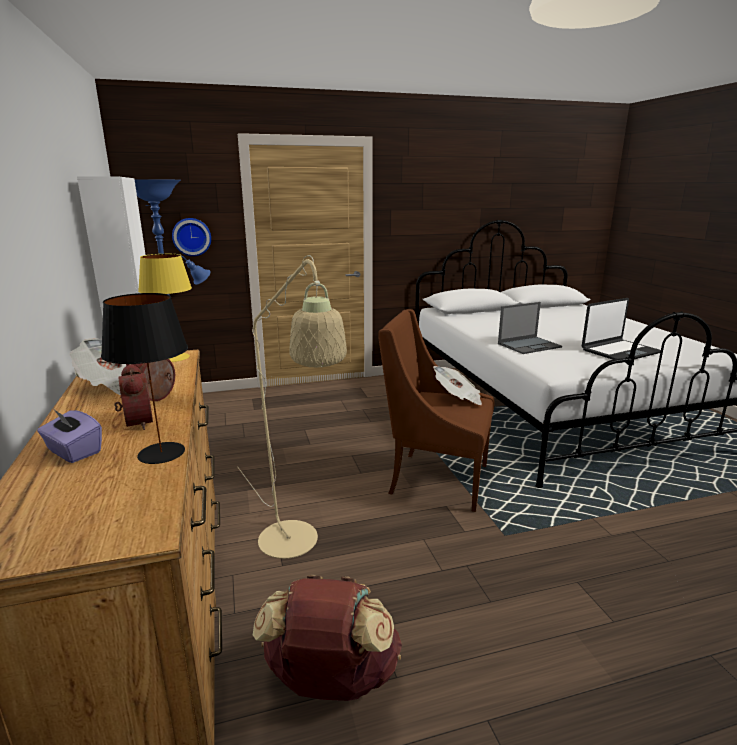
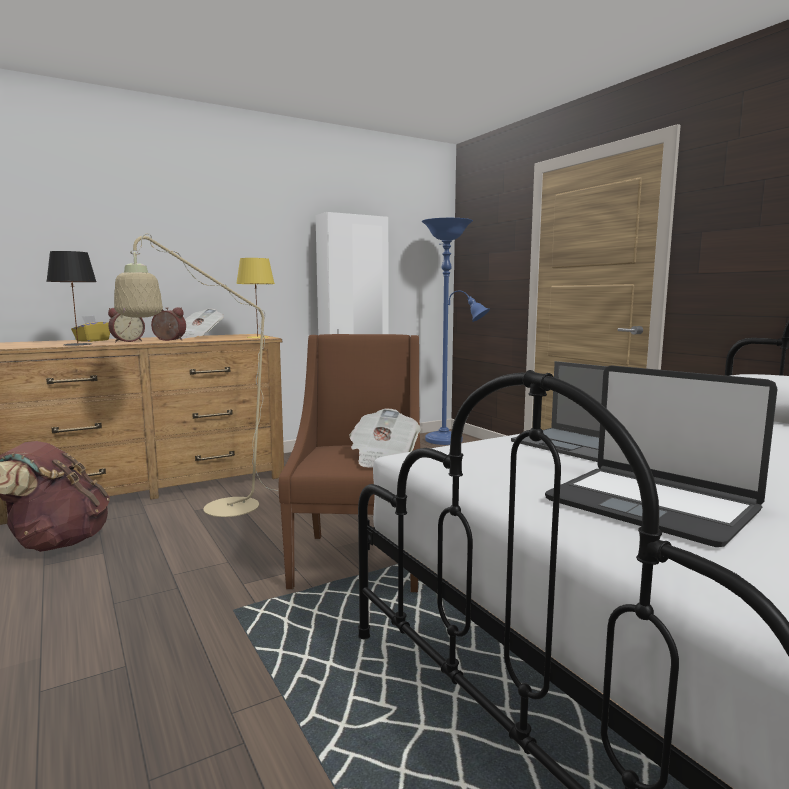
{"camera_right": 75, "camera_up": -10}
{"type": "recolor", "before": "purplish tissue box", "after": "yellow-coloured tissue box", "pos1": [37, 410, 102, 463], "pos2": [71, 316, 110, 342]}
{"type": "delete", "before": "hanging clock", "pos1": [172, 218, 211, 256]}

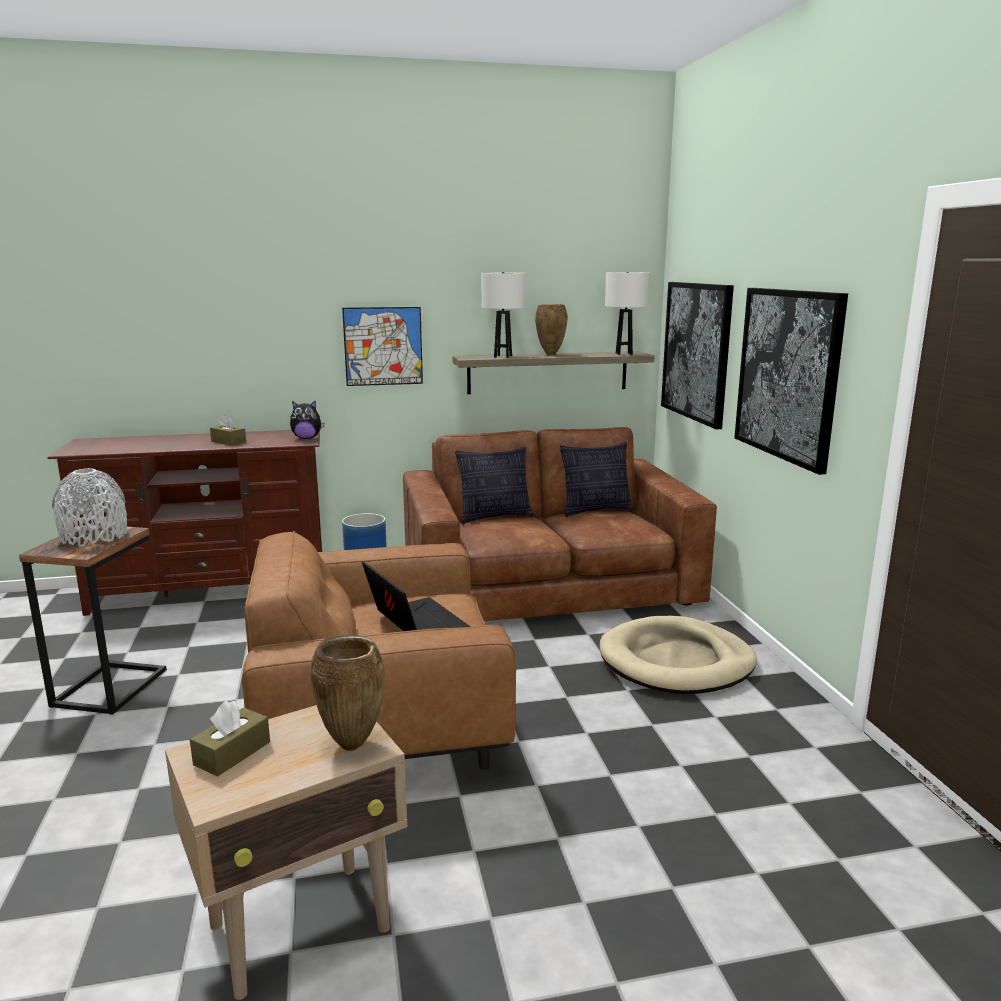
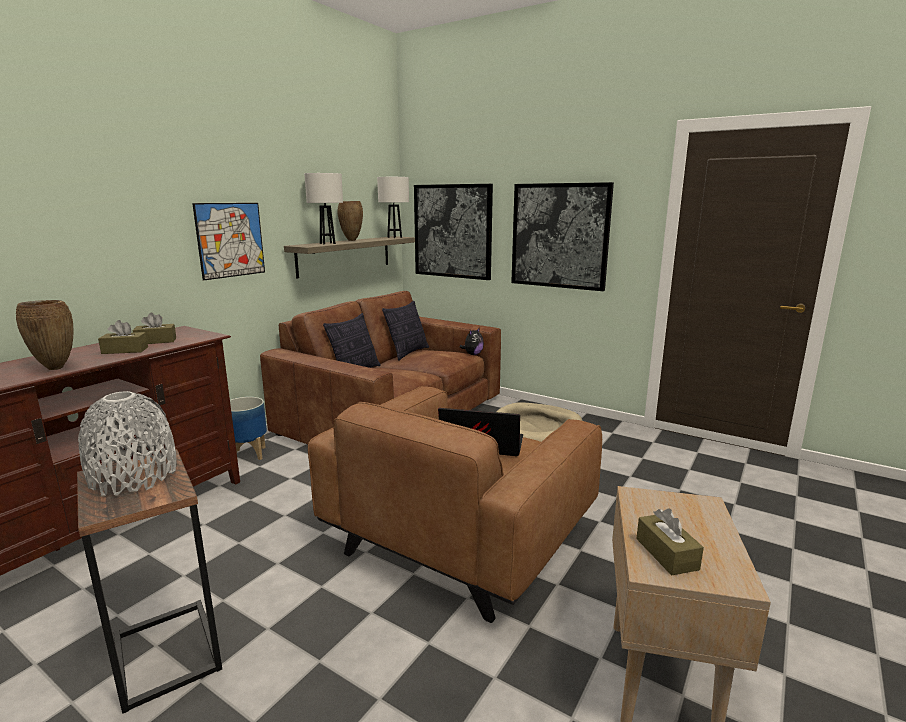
{"camera_right": -45, "camera_up": 0}
{"type": "move", "before": "plush toy", "pos1": [290, 400, 325, 439], "pos2": [460, 327, 484, 355]}
{"type": "move", "before": "brownish vase", "pos1": [311, 635, 385, 751], "pos2": [16, 300, 73, 370]}
{"type": "insert", "after": "brownish tissue box", "pos2": [132, 313, 176, 344]}

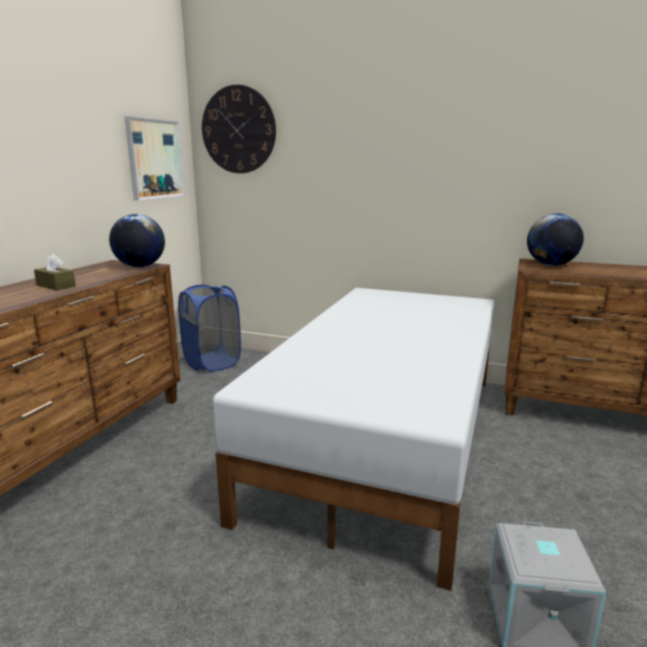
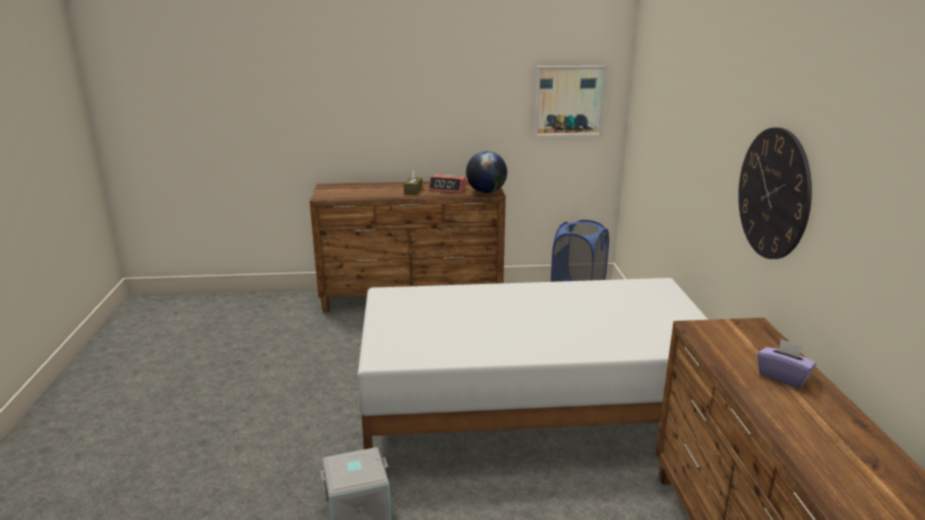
{"camera_right": 65, "camera_up": 5}
{"type": "move", "before": "hanging clock", "pos1": [202, 85, 276, 173], "pos2": [738, 127, 812, 259]}
{"type": "delete", "before": "world globe", "pos1": [527, 213, 584, 266]}
{"type": "insert", "after": "bedside clock", "pos2": [429, 174, 466, 193]}
{"type": "insert", "after": "purplish tissue box", "pos2": [757, 339, 816, 388]}

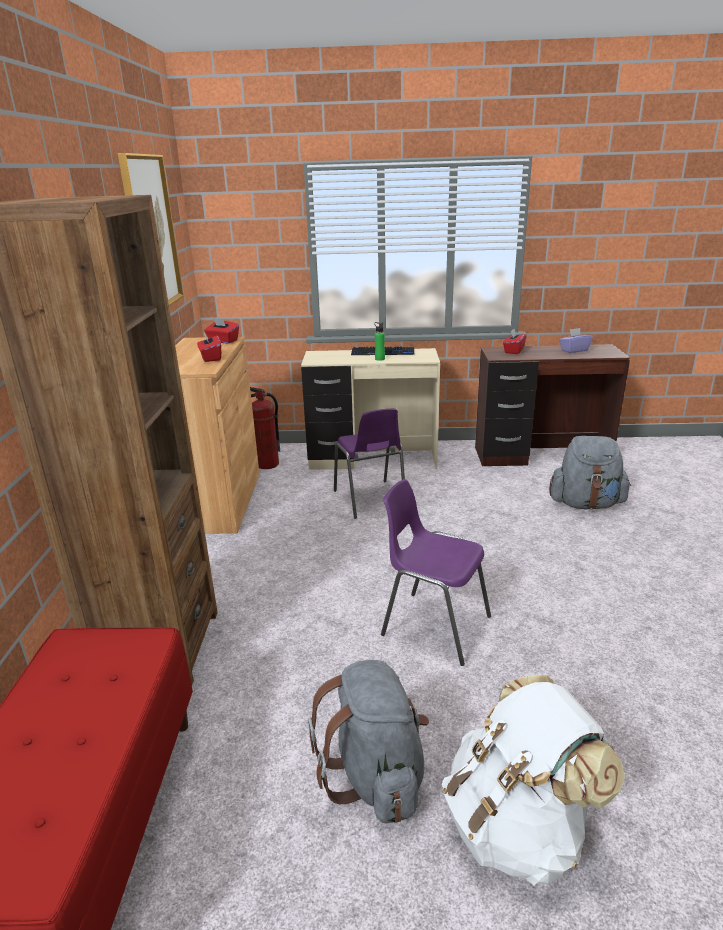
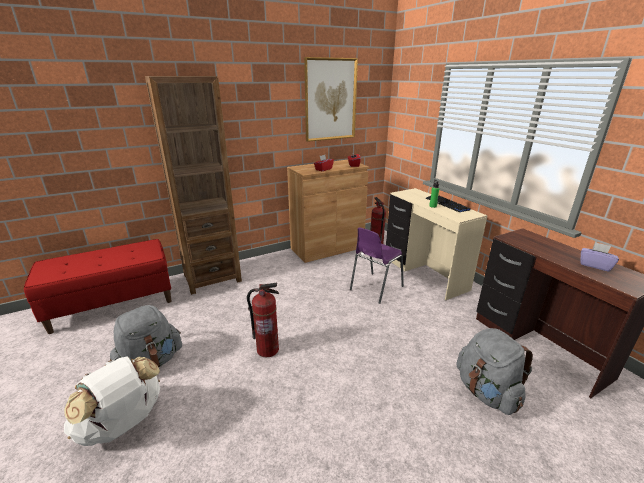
{"camera_right": 60, "camera_up": 0}
{"type": "replace", "before": "purplish plain chair", "after": "fire-fighting cylinder", "pos1": [381, 479, 491, 666], "pos2": [247, 283, 279, 357]}
{"type": "delete", "before": "red-coloured tissue box", "pos1": [503, 328, 526, 354]}

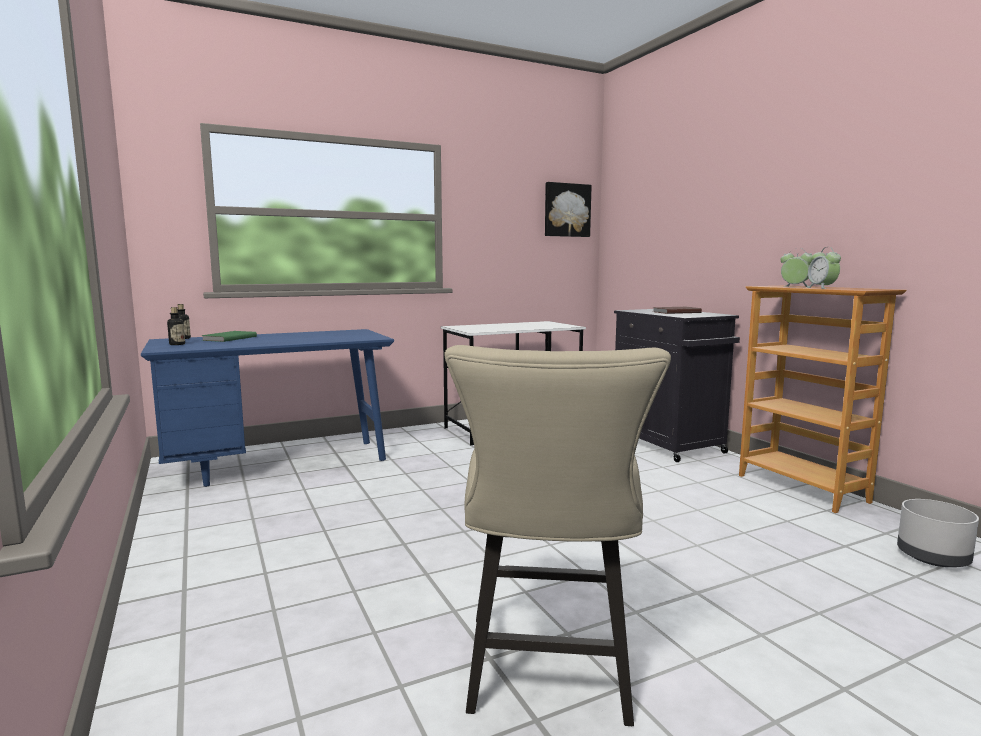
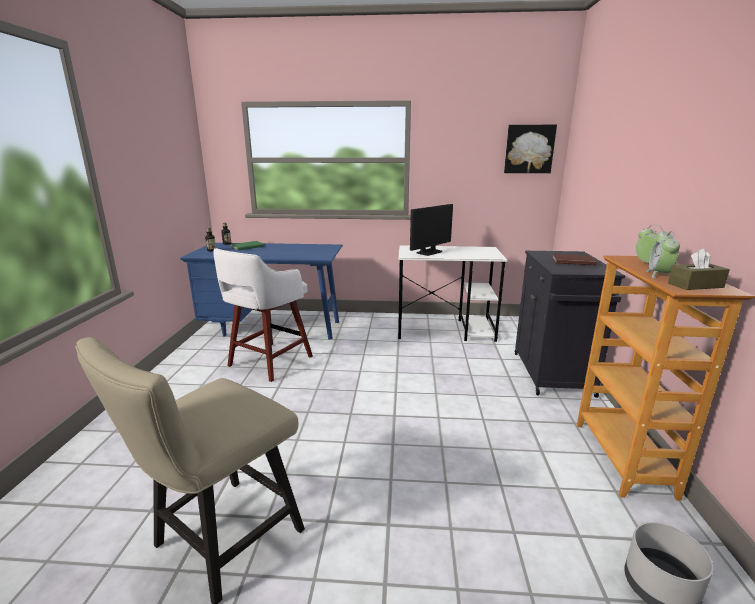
{"camera_right": 30, "camera_up": 10}
{"type": "insert", "after": "whitish stool", "pos2": [213, 248, 313, 382]}
{"type": "insert", "after": "computer screen", "pos2": [410, 204, 453, 256]}
{"type": "insert", "after": "brownish tissue box", "pos2": [668, 248, 730, 290]}

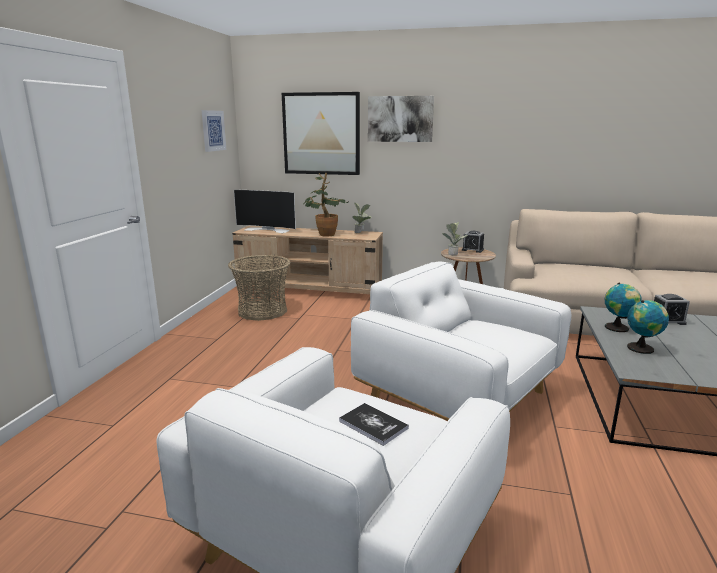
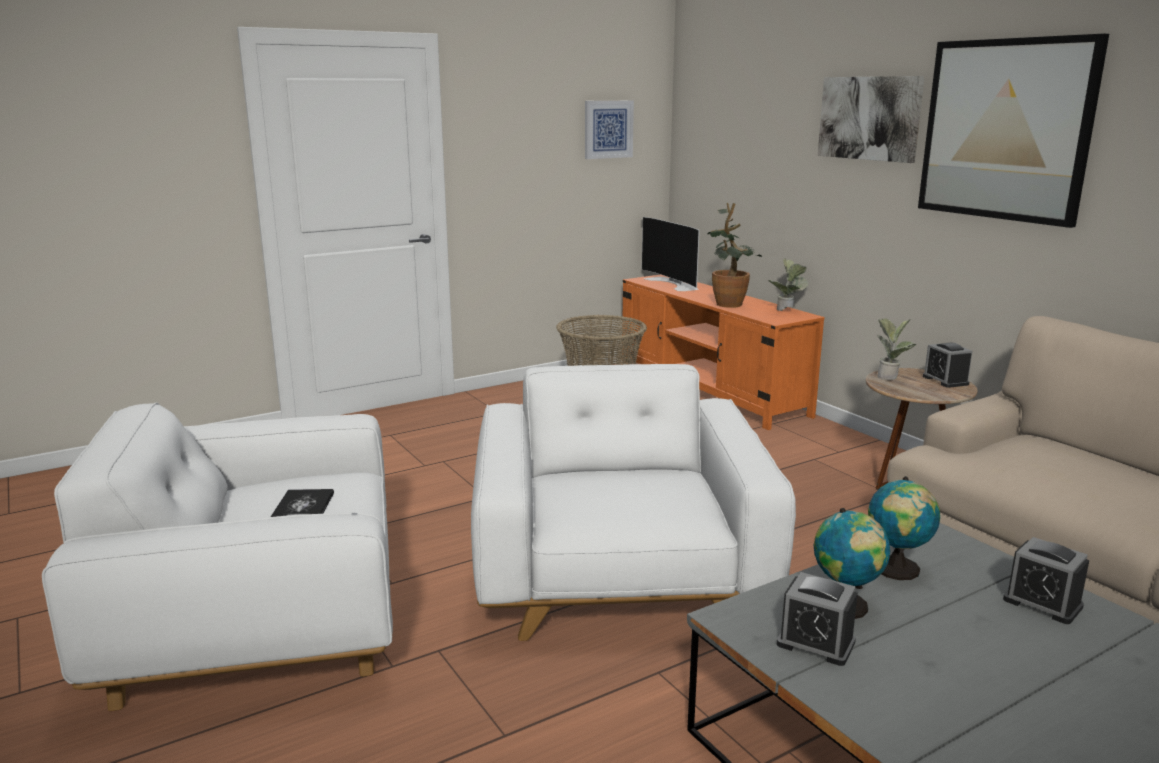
{"camera_right": 45, "camera_up": 0}
{"type": "recolor", "before": "sand-coloured tv unit", "after": "orangey tv unit", "pos1": [232, 226, 383, 294], "pos2": [622, 275, 824, 430]}
{"type": "move", "before": "picture", "pos1": [282, 92, 360, 175], "pos2": [918, 34, 1109, 228]}
{"type": "insert", "after": "bedside clock", "pos2": [777, 572, 858, 666]}

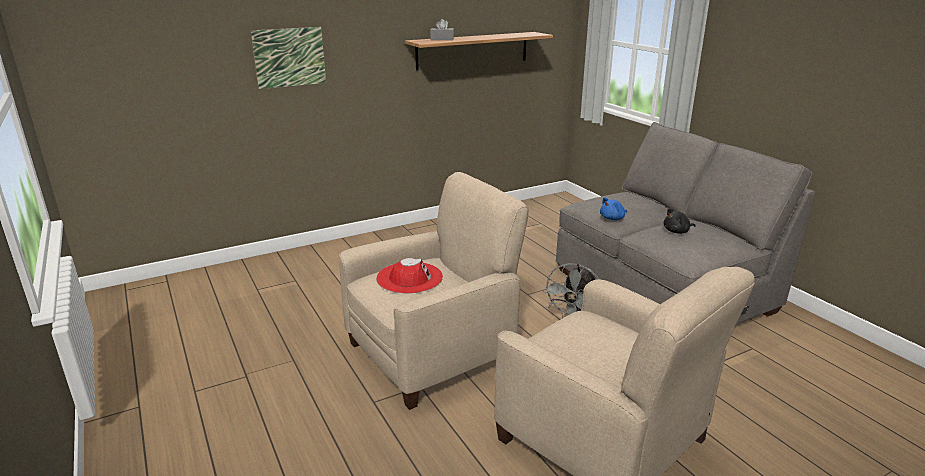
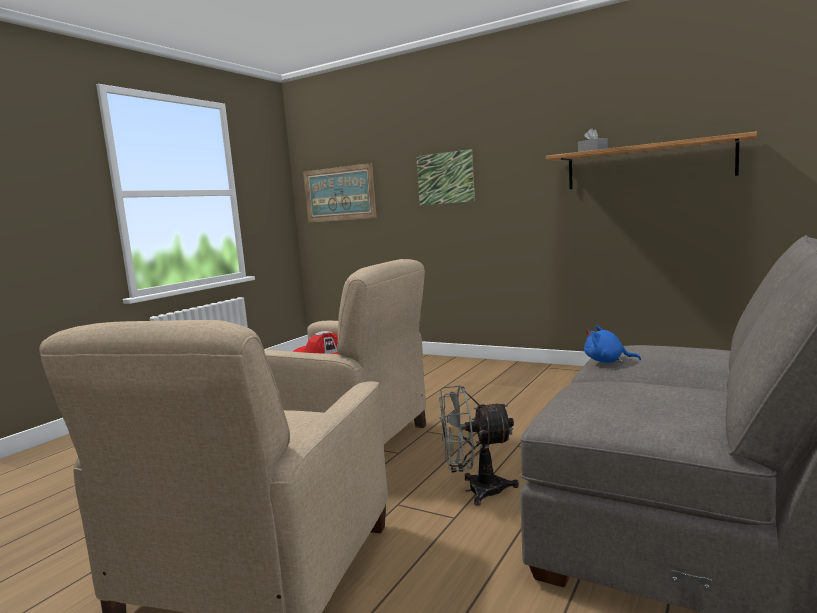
{"camera_right": 60, "camera_up": -15}
{"type": "delete", "before": "blackish plush toy", "pos1": [663, 208, 696, 234]}
{"type": "insert", "after": "picture", "pos2": [303, 163, 377, 223]}

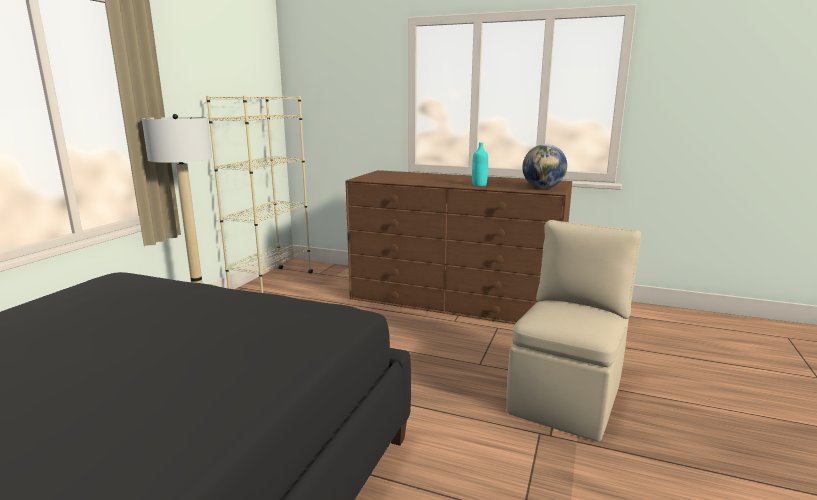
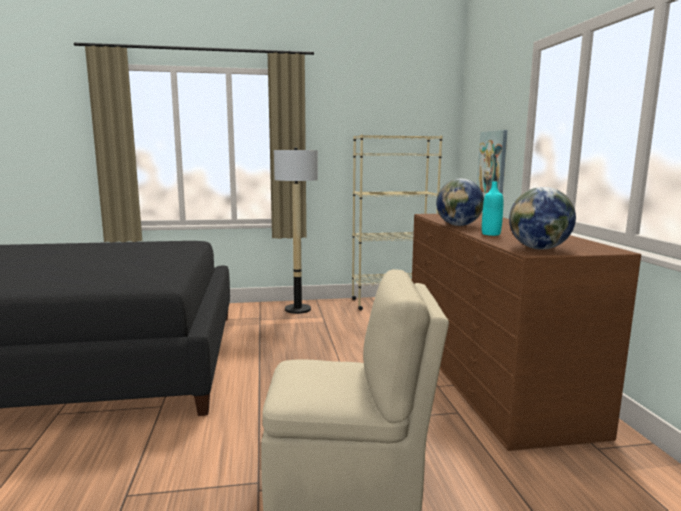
{"camera_right": 60, "camera_up": -5}
{"type": "insert", "after": "world globe", "pos2": [436, 179, 484, 226]}
{"type": "insert", "after": "picture", "pos2": [477, 130, 507, 195]}

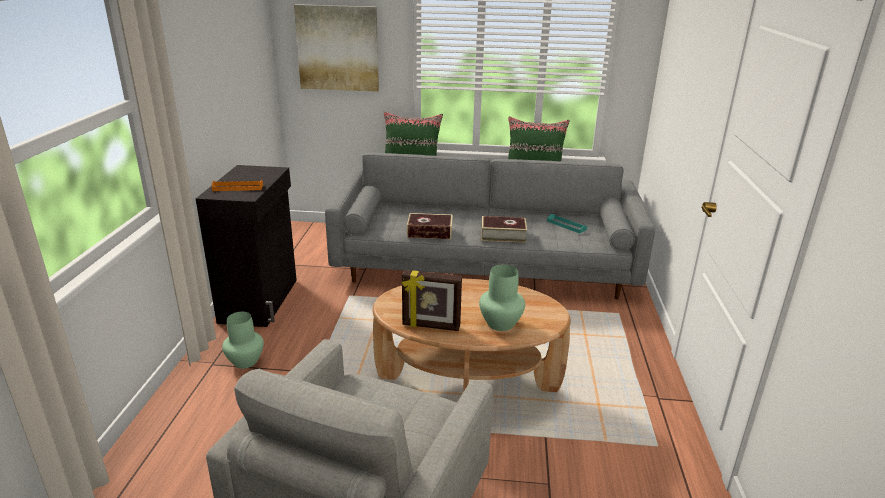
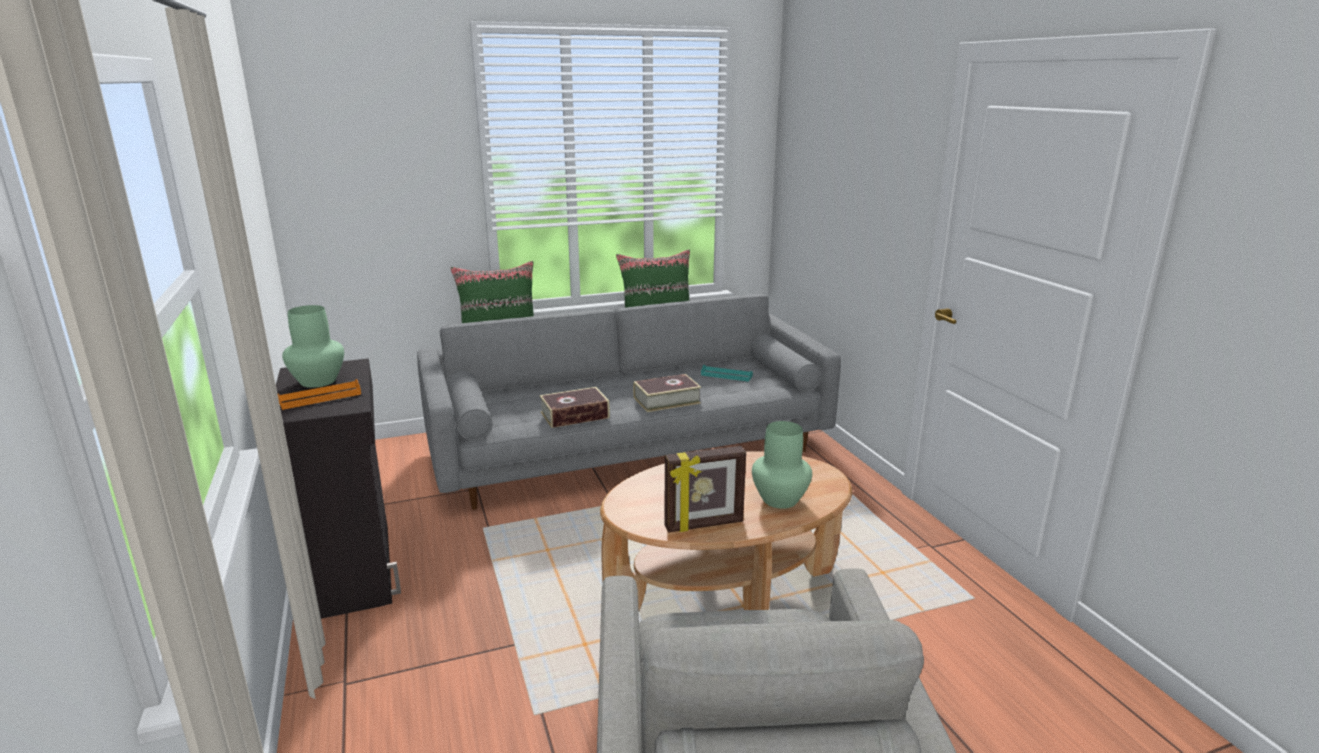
{"camera_right": -25, "camera_up": -5}
{"type": "move", "before": "green vase", "pos1": [222, 312, 264, 369], "pos2": [282, 305, 344, 388]}
{"type": "delete", "before": "picture", "pos1": [294, 4, 379, 92]}

